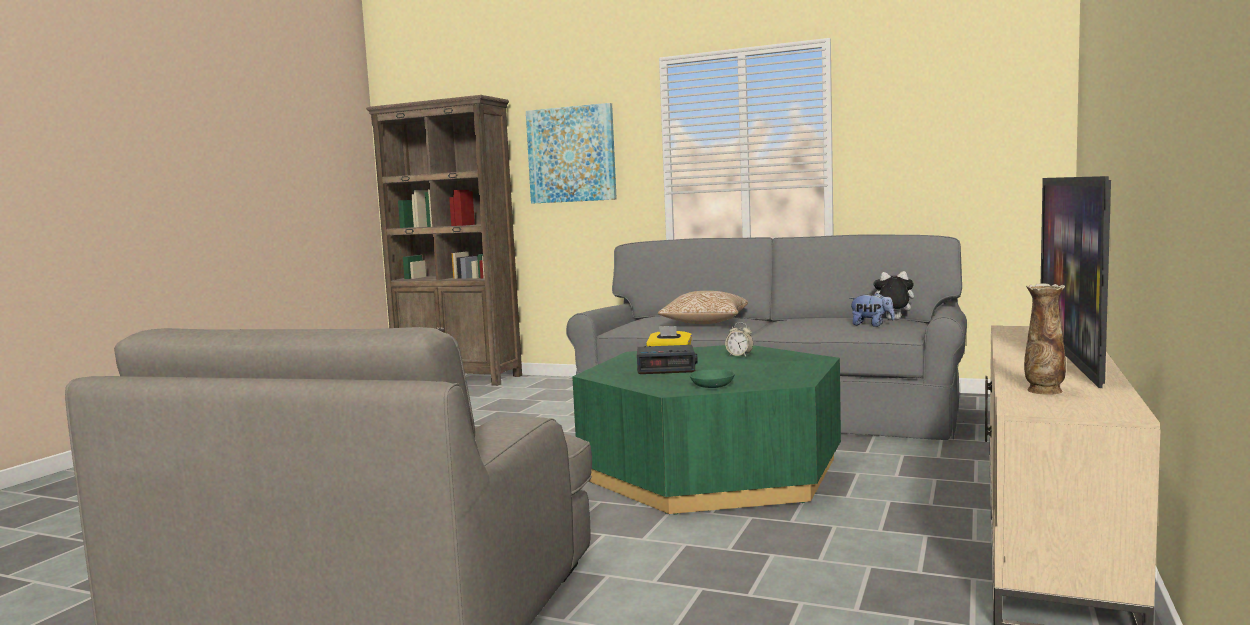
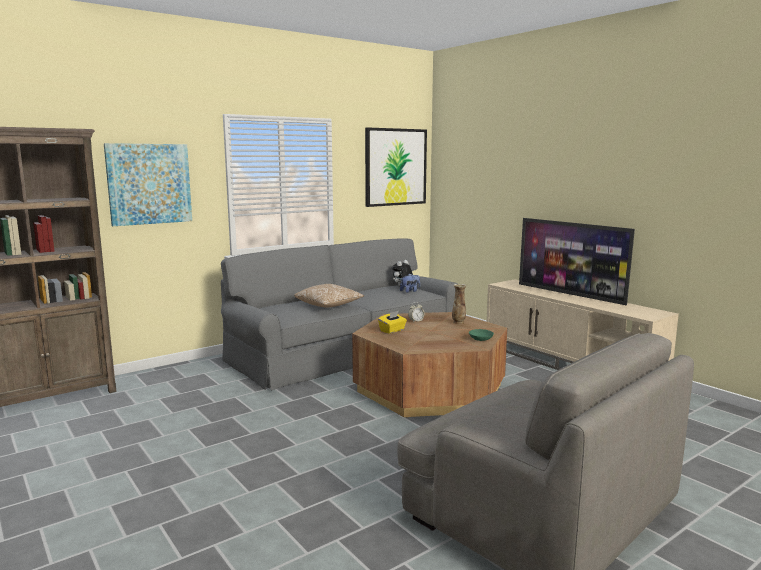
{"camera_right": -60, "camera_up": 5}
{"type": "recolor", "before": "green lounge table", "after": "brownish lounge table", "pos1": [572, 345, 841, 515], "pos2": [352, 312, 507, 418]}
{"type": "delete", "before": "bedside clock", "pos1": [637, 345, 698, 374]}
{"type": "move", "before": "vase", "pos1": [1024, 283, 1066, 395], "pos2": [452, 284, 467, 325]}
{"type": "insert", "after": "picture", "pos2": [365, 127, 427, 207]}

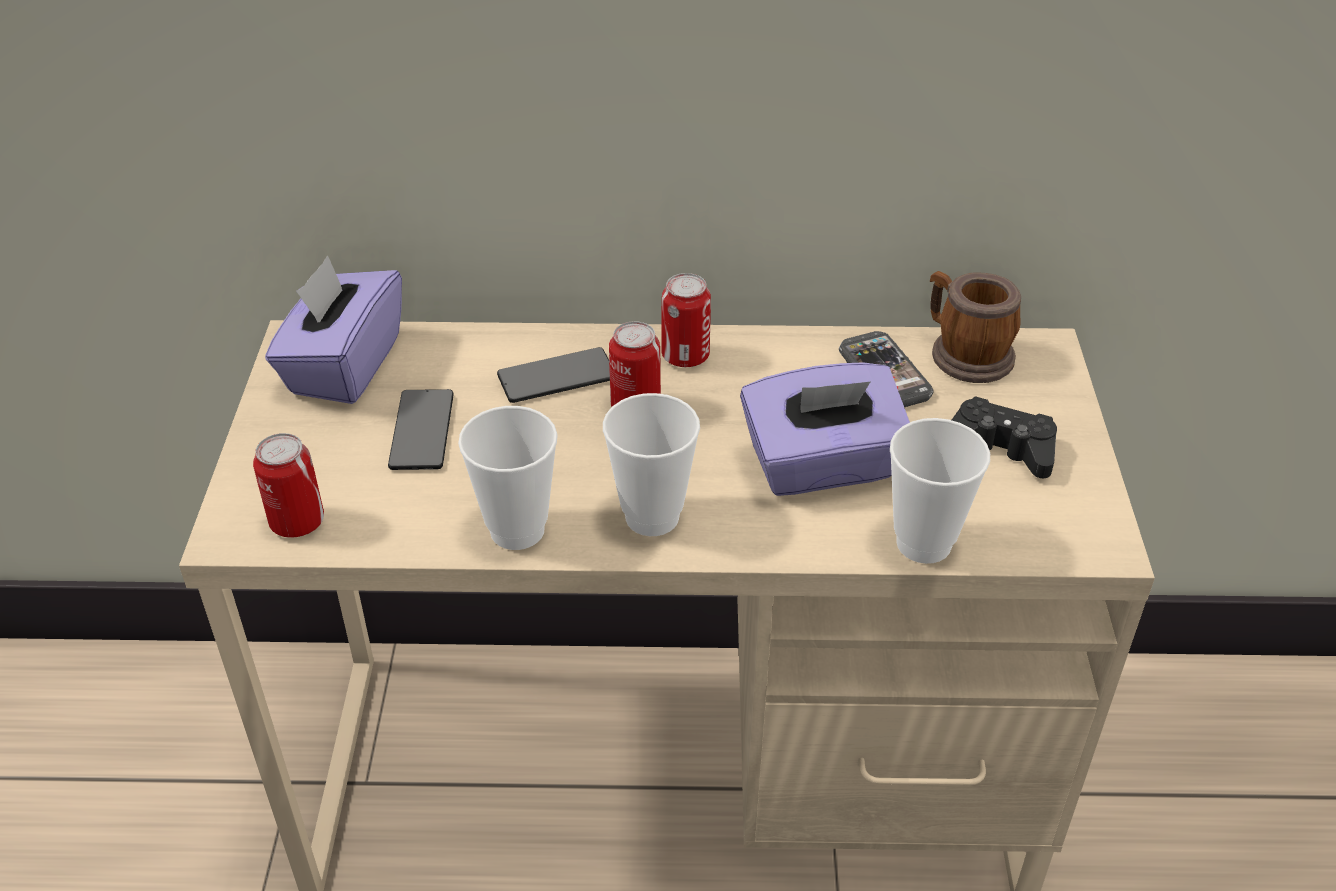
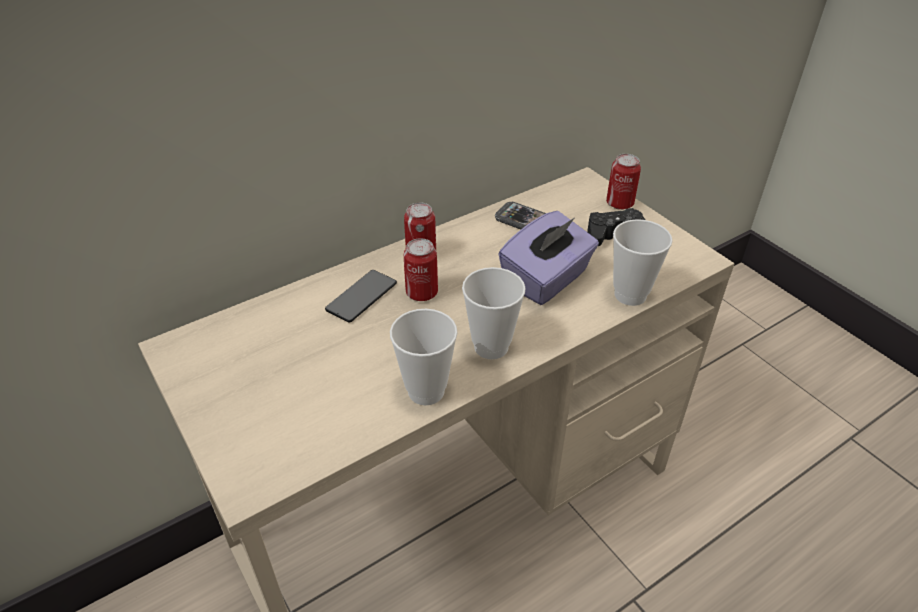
{"camera_right": -35, "camera_up": 0}
{"type": "move", "before": "sealed can", "pos1": [253, 433, 324, 538], "pos2": [606, 154, 641, 210]}
{"type": "delete", "before": "purplish tissue box", "pos1": [265, 256, 402, 404]}
{"type": "delete", "before": "handset", "pos1": [388, 389, 454, 470]}
{"type": "delete", "before": "mug", "pos1": [930, 271, 1021, 383]}

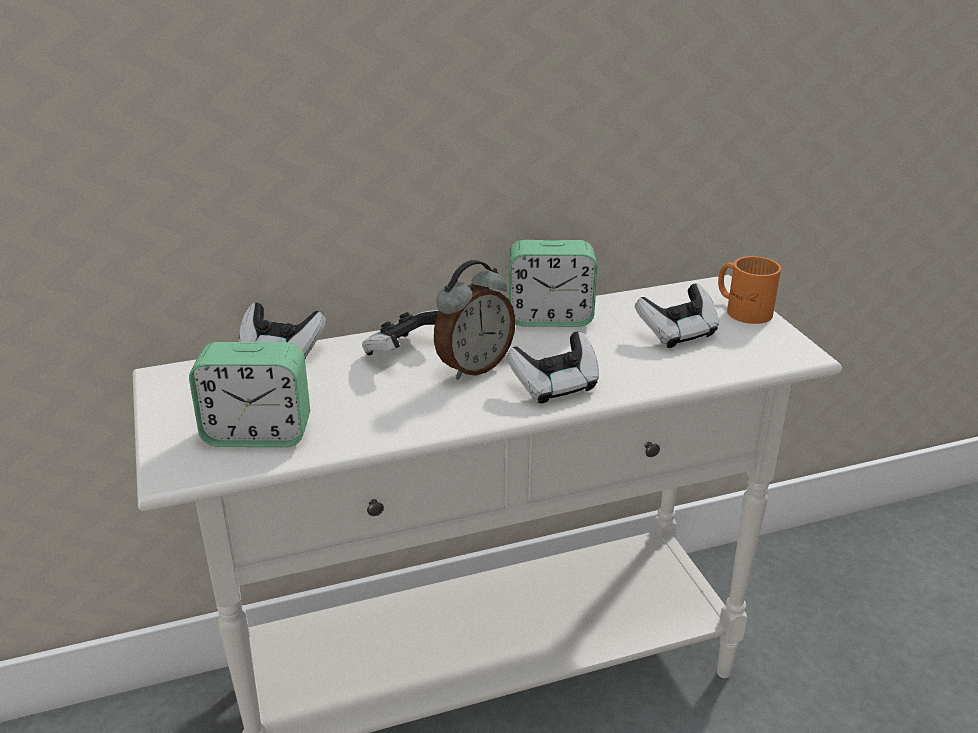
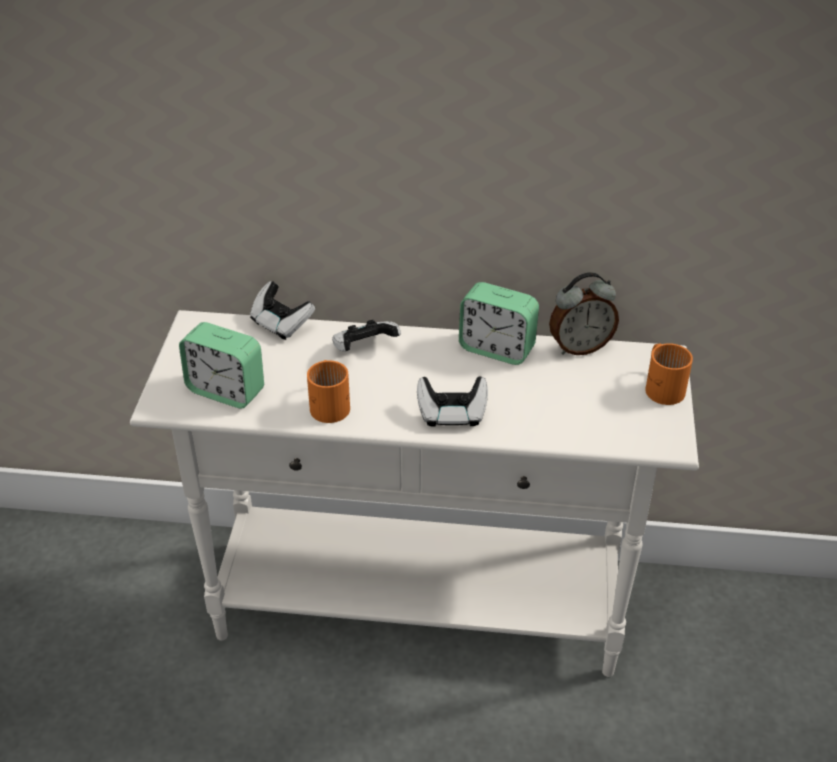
{"camera_right": 25, "camera_up": 10}
{"type": "move", "before": "bedside clock", "pos1": [434, 260, 516, 380], "pos2": [549, 272, 619, 355]}
{"type": "delete", "before": "joypad", "pos1": [635, 284, 719, 348]}
{"type": "insert", "after": "orangey mug", "pos2": [307, 360, 350, 423]}

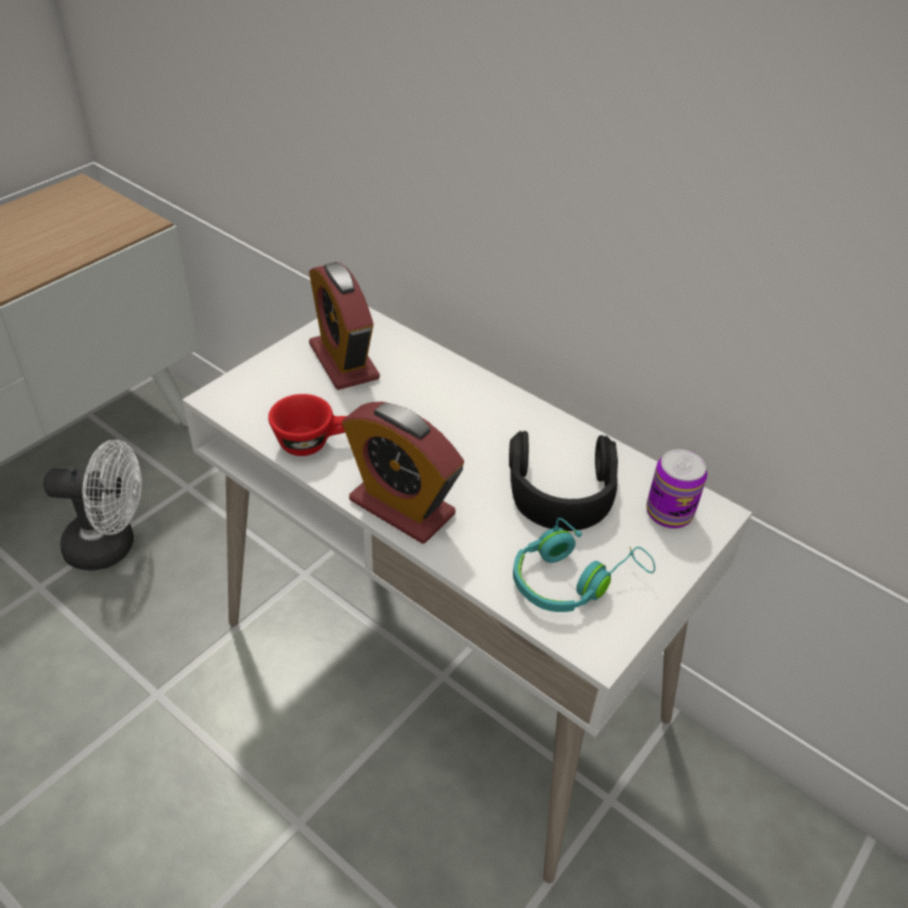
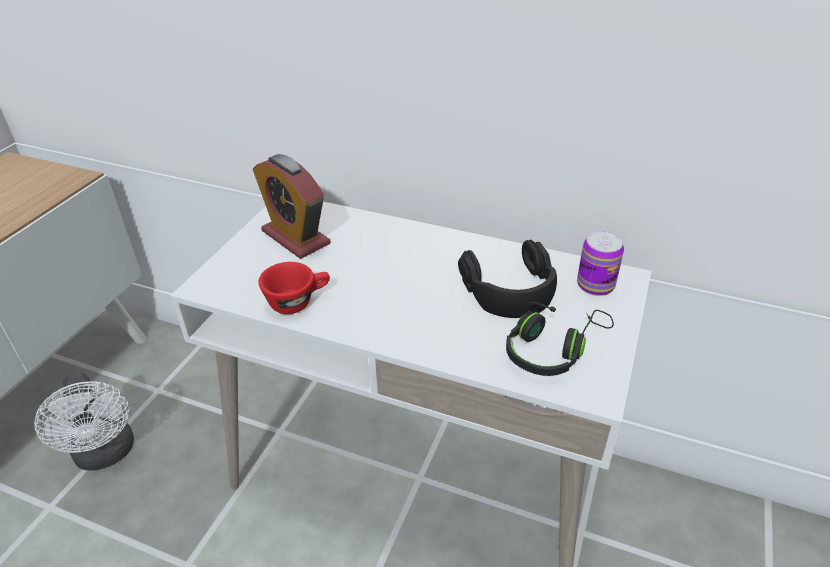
{"camera_right": -15, "camera_up": -5}
{"type": "rotate", "before": "whitish fan", "pos1": [43, 440, 142, 570], "pos2": [34, 372, 134, 471], "turn": 75}
{"type": "delete", "before": "bedside clock", "pos1": [342, 402, 464, 544]}
{"type": "recolor", "before": "blue-green pair of headphones", "after": "blackish pair of headphones", "pos1": [513, 518, 655, 612], "pos2": [506, 302, 614, 376]}

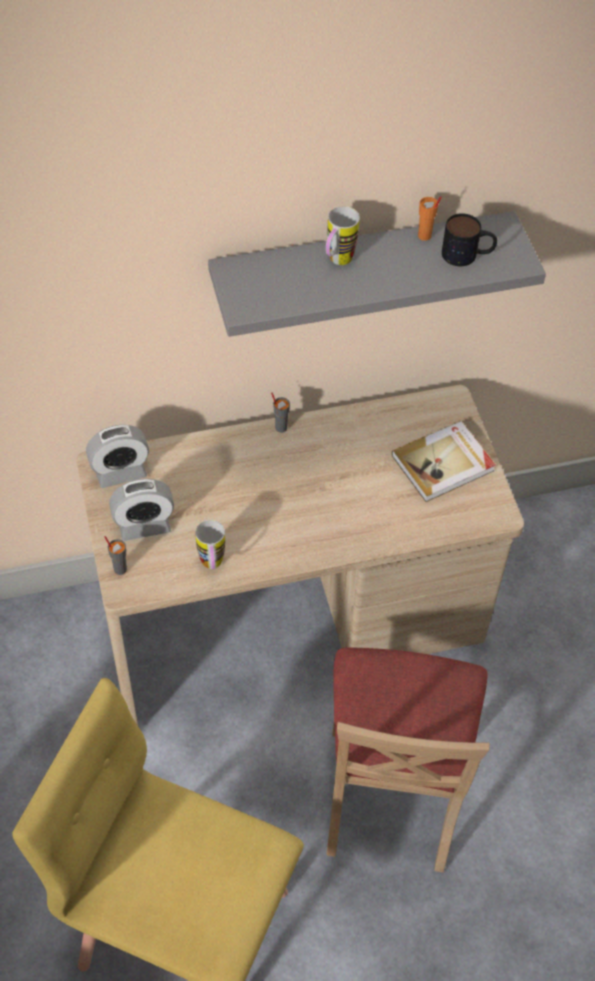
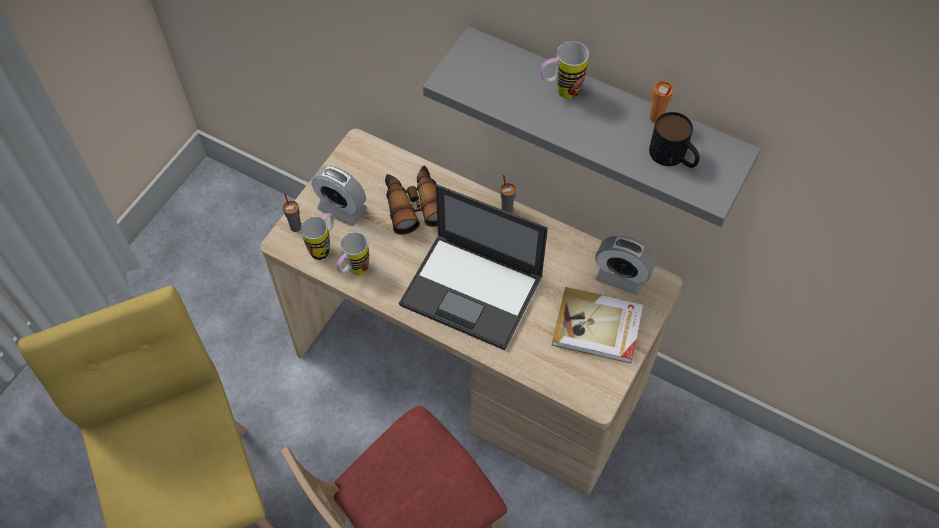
{"camera_right": 45, "camera_up": 5}
{"type": "move", "before": "bedside clock", "pos1": [86, 425, 149, 488], "pos2": [596, 236, 656, 296]}
{"type": "insert", "after": "mug", "pos2": [301, 213, 334, 260]}
{"type": "insert", "after": "binoculars", "pos2": [385, 165, 438, 235]}
{"type": "insert", "after": "portable computer", "pos2": [399, 184, 548, 350]}

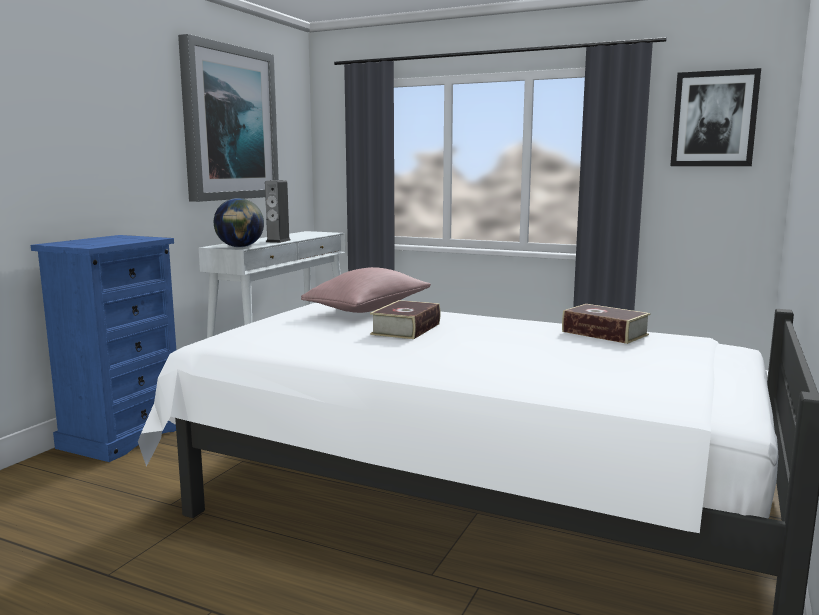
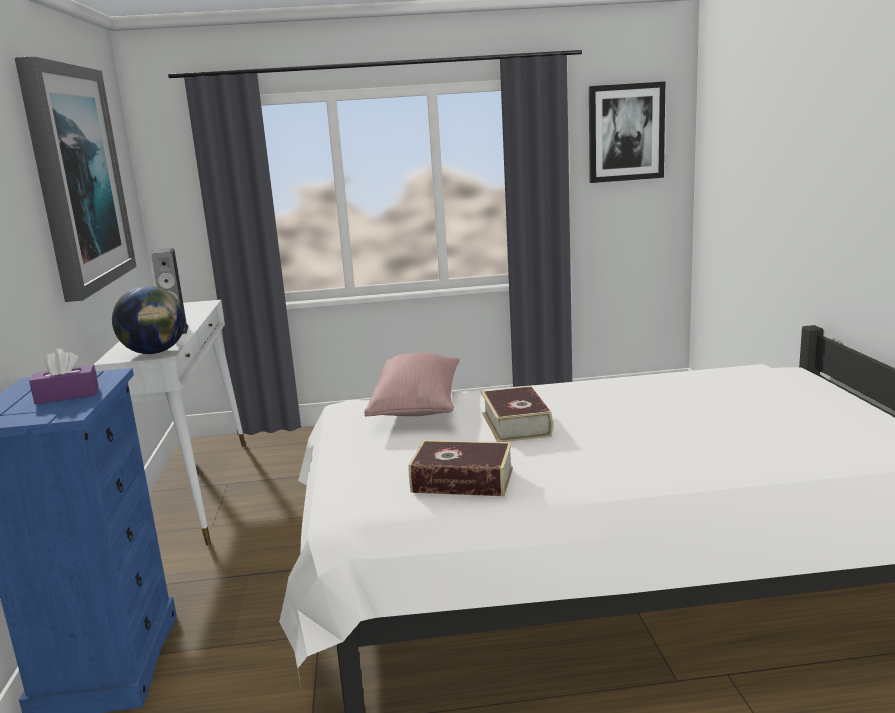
{"camera_right": -30, "camera_up": 5}
{"type": "move", "before": "book", "pos1": [562, 304, 650, 344], "pos2": [408, 440, 513, 496]}
{"type": "insert", "after": "purplish tissue box", "pos2": [29, 349, 99, 404]}

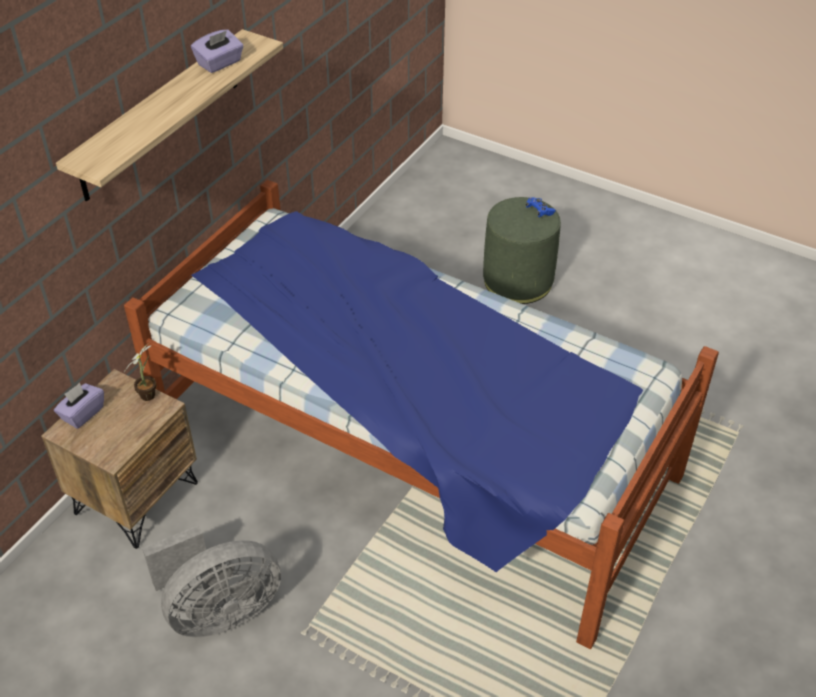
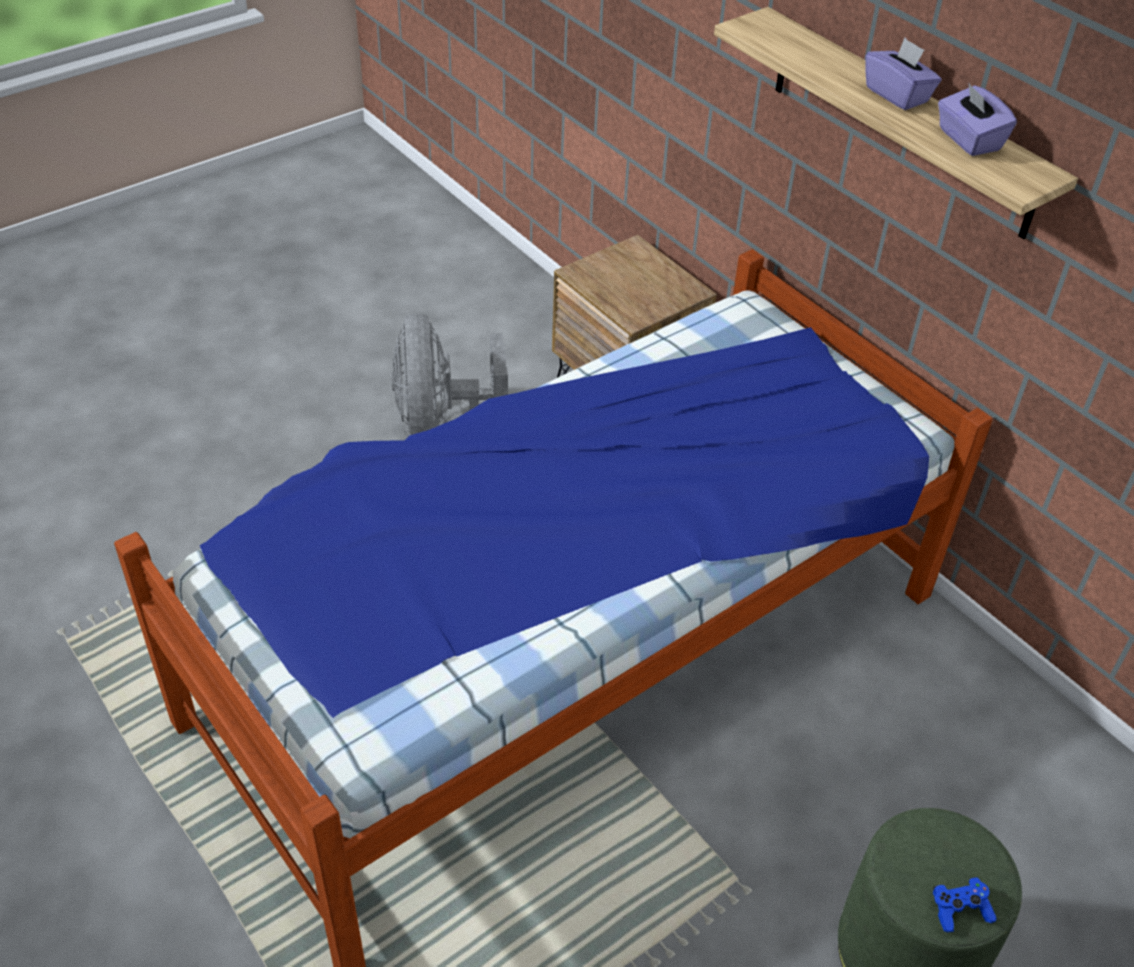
{"camera_right": 110, "camera_up": 0}
{"type": "move", "before": "purplish tissue box", "pos1": [54, 383, 104, 429], "pos2": [866, 38, 942, 110]}
{"type": "delete", "before": "potted plant", "pos1": [124, 343, 157, 401]}

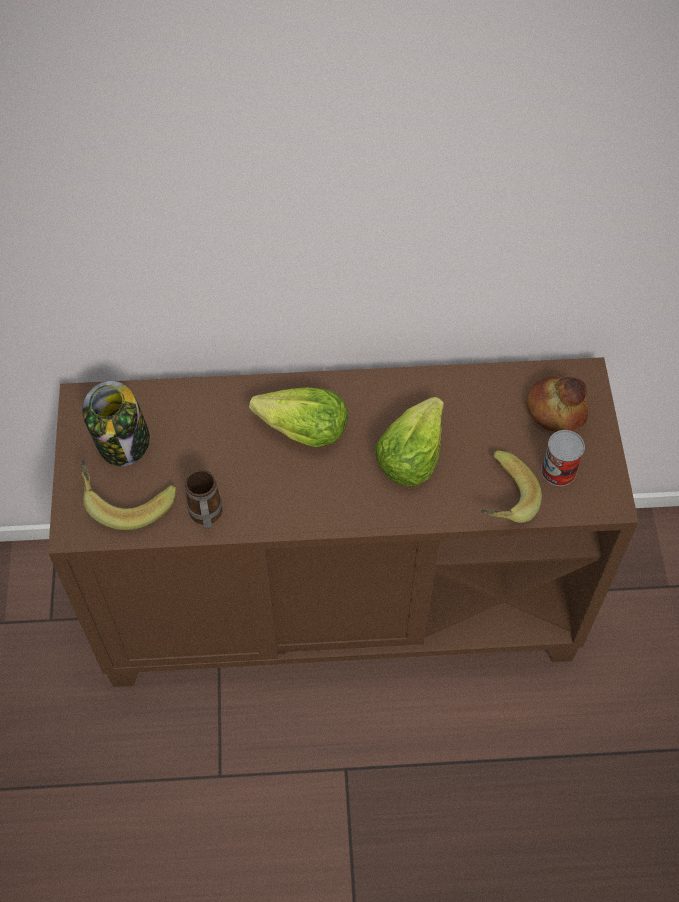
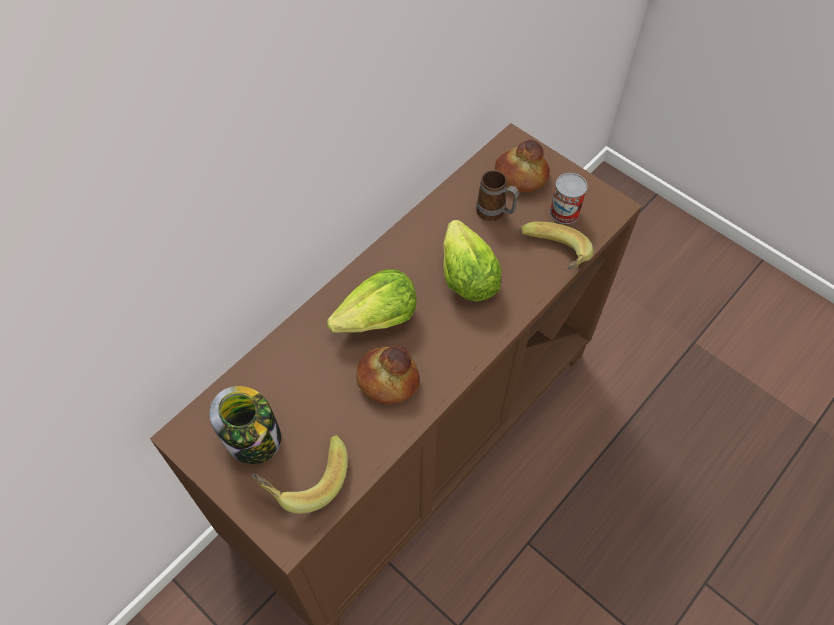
{"camera_right": -45, "camera_up": 0}
{"type": "move", "before": "mug", "pos1": [185, 470, 223, 529], "pos2": [476, 170, 519, 221]}
{"type": "insert", "after": "baked bread", "pos2": [356, 346, 420, 404]}

